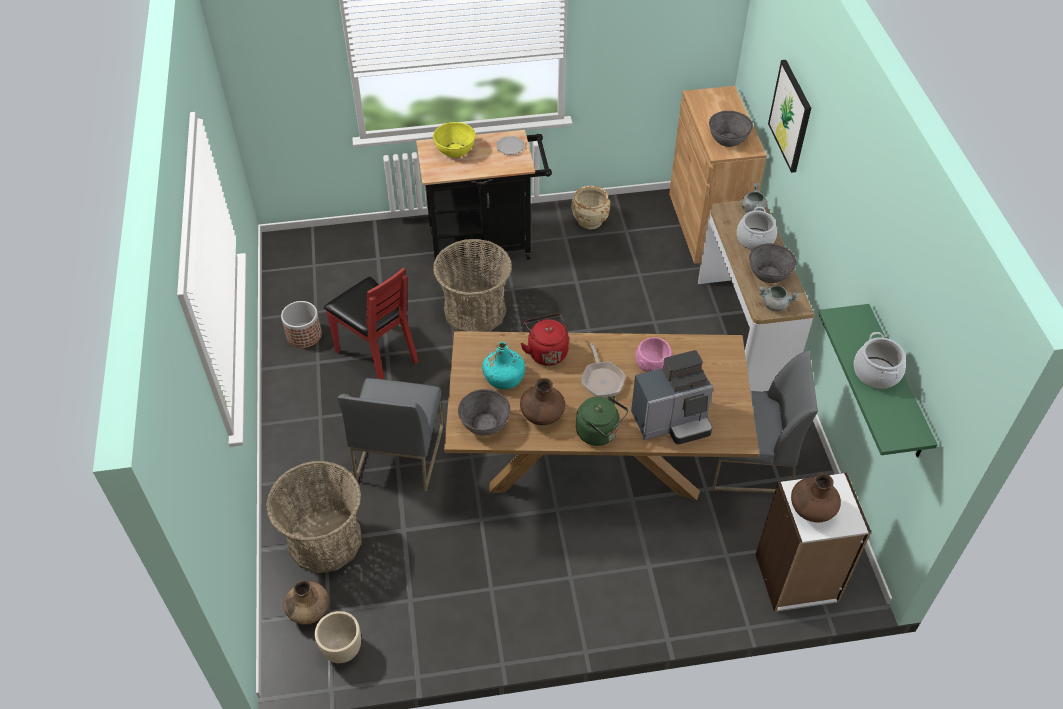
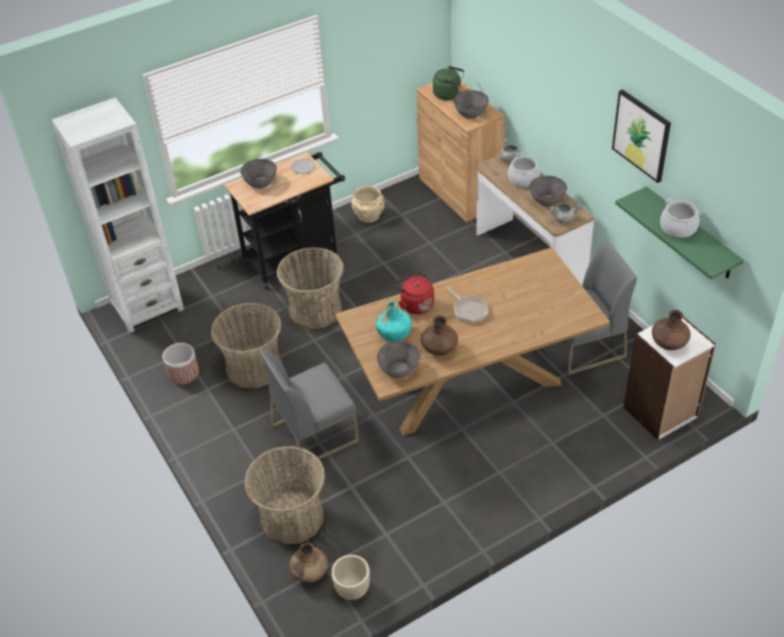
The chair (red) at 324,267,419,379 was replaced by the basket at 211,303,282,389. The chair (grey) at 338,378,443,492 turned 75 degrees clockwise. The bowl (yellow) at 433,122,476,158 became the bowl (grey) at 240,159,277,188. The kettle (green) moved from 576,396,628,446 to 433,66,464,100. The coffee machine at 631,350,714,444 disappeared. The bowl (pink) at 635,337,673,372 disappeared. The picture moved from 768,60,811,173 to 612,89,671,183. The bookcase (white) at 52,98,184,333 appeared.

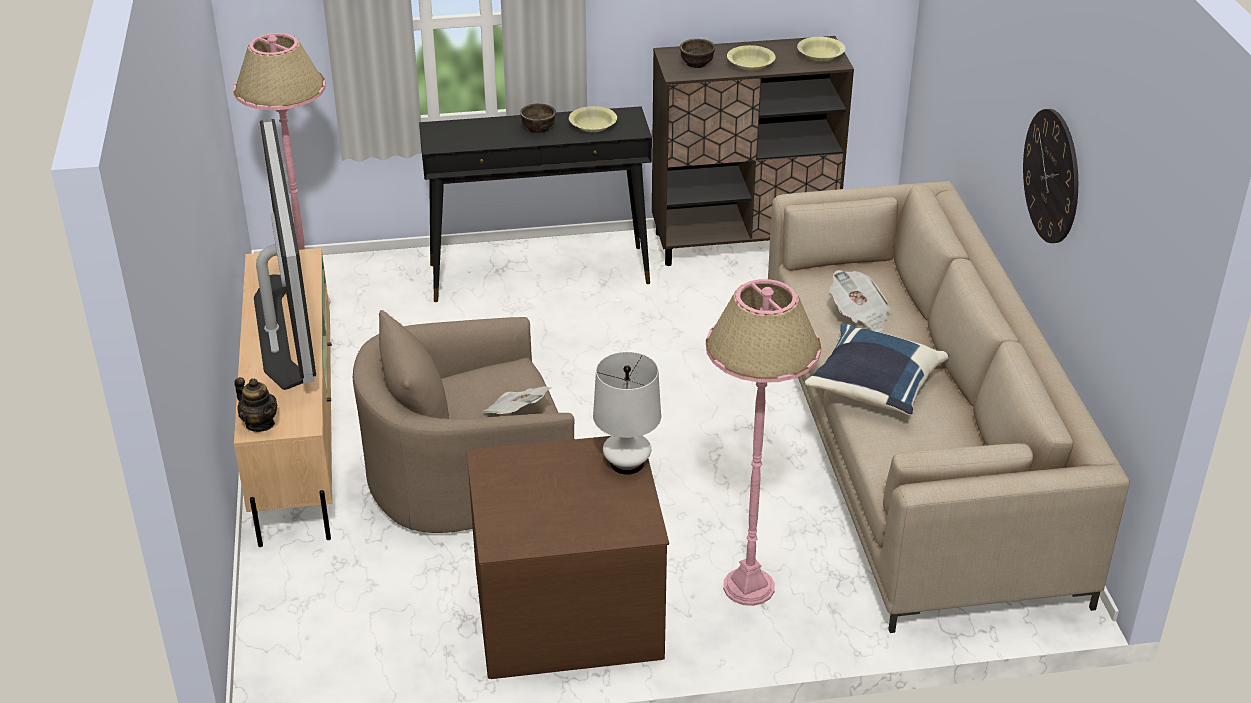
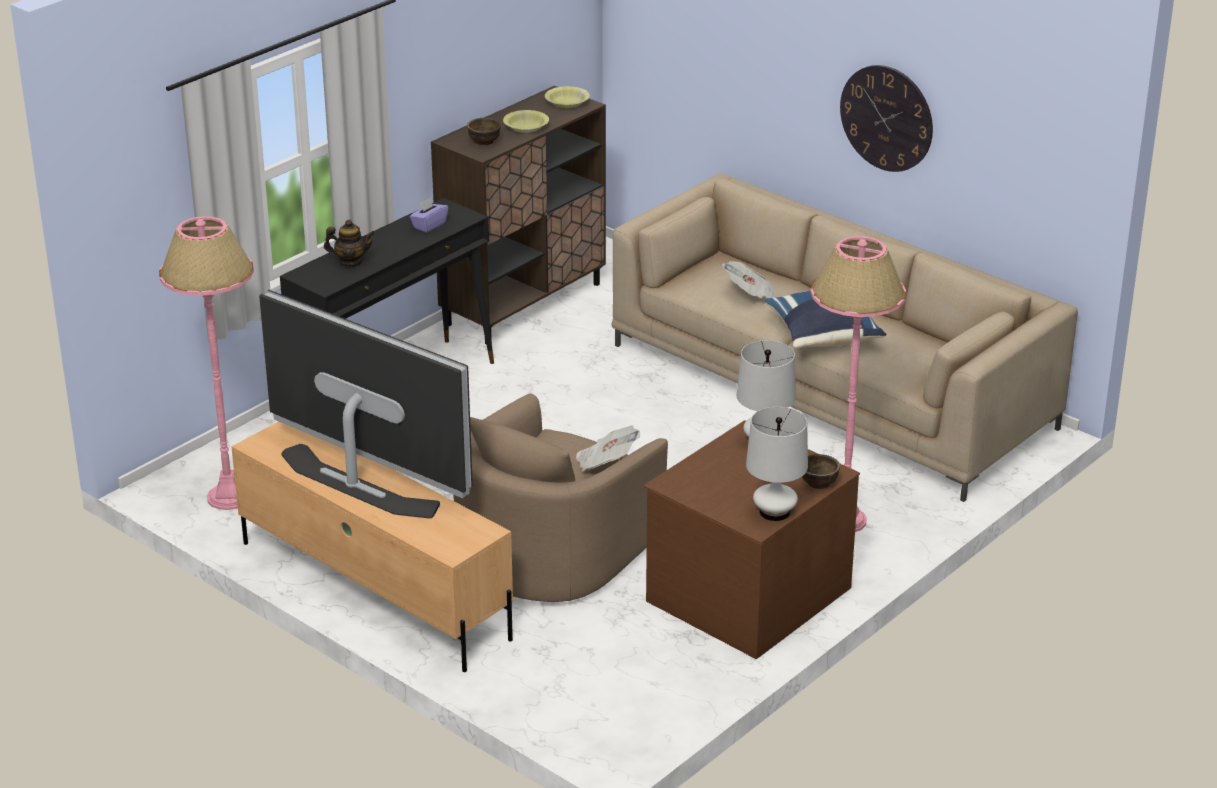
The teapot moved from 234,377,277,432 to 324,219,375,267. The bowl (brown) moved from 520,104,556,133 to 802,454,840,489. The bowl (yellow) at 569,106,617,132 was replaced by the tissue box (purple) at 410,198,448,233. The table lamp (white) at 746,407,808,521 appeared.

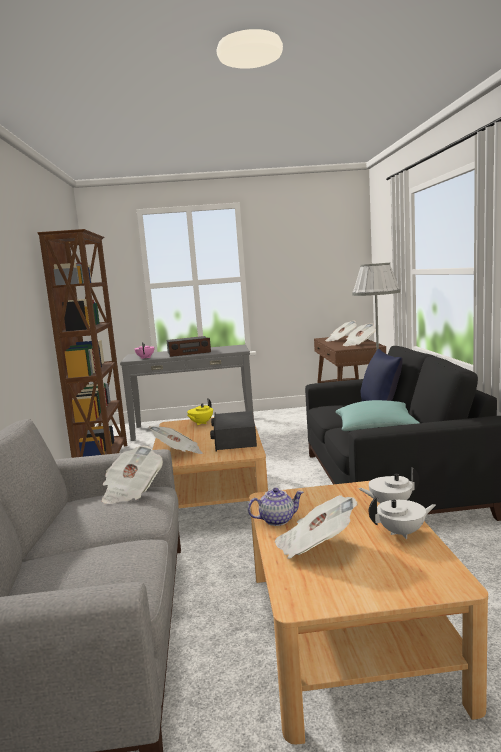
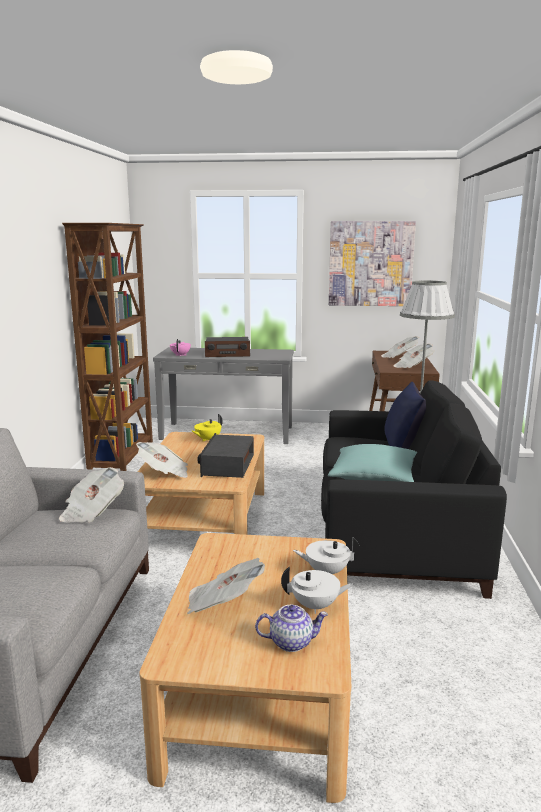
The teapot moved from 248,488,304,526 to 255,604,328,652. The picture at 329,221,416,306 appeared.

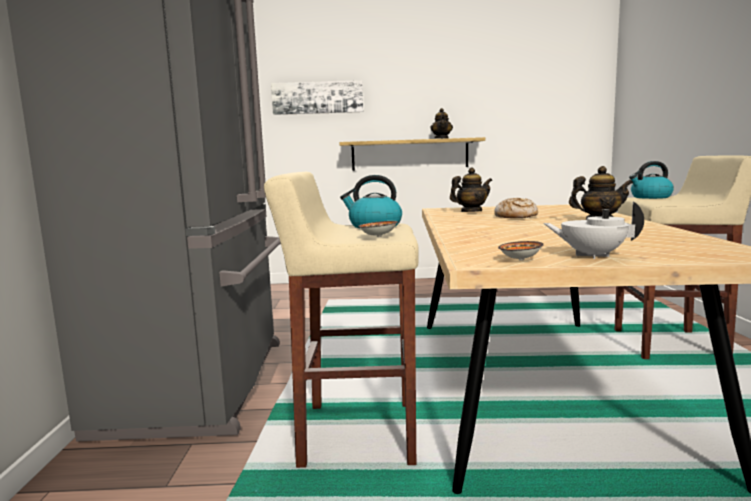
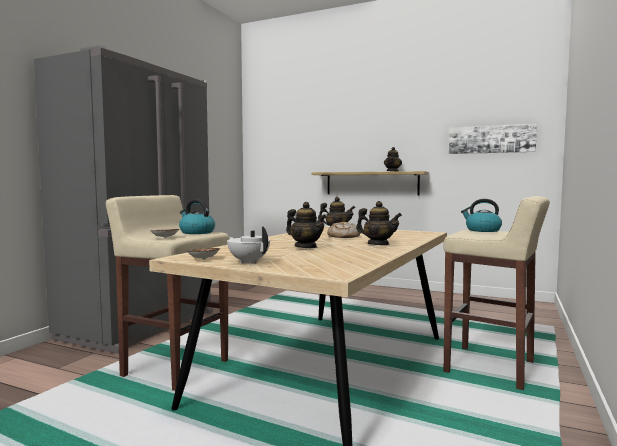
The picture moved from 271,80,363,115 to 449,123,537,154. The teapot at 286,202,326,248 appeared.

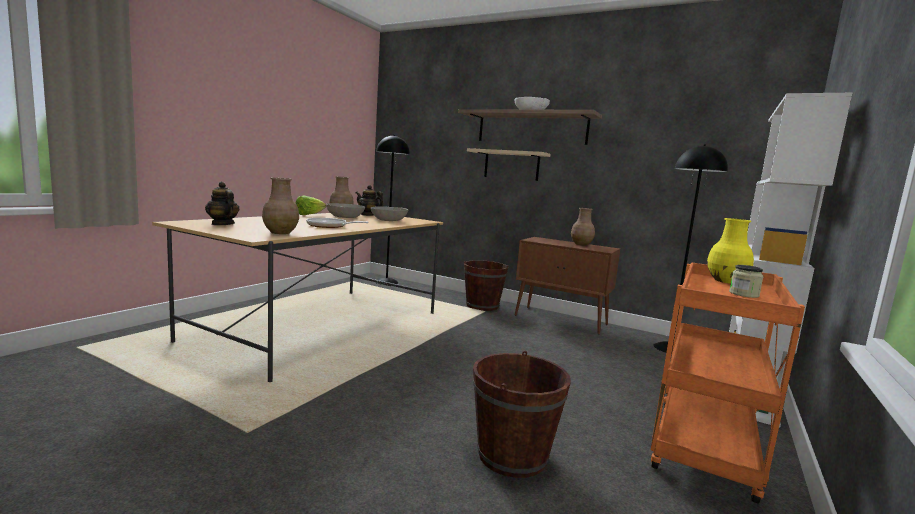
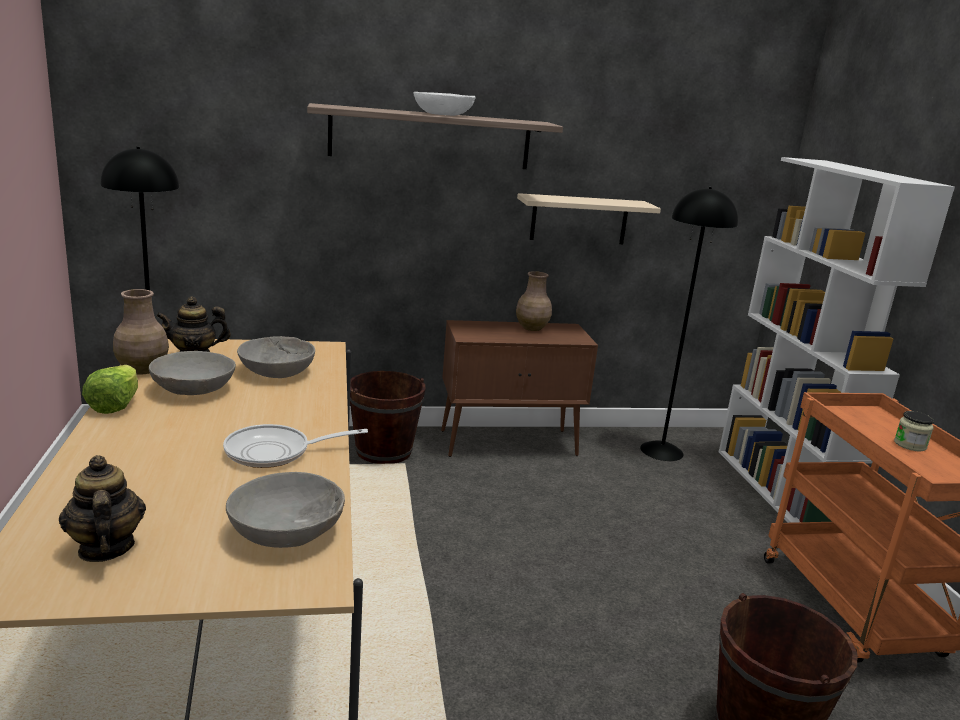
The teapot at 205,182,239,225 turned 60 degrees clockwise. The vase (brown) at 262,178,299,234 was replaced by the bowl (grey) at 226,472,345,548. The shelf (beige) moved from 467,148,551,181 to 517,193,661,244. The vase (yellow) at 707,218,754,284 disappeared.

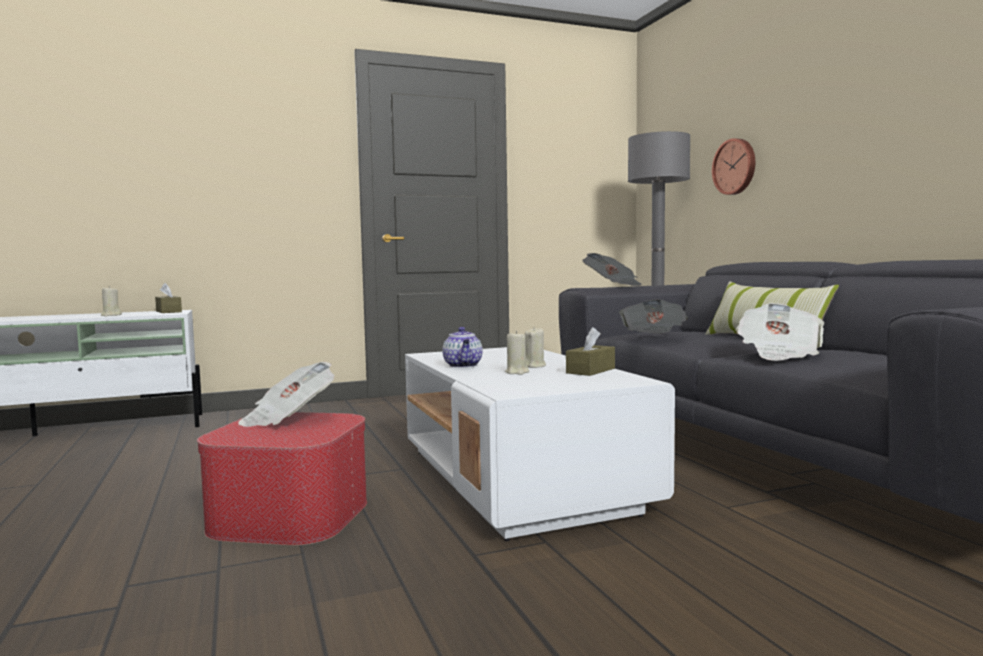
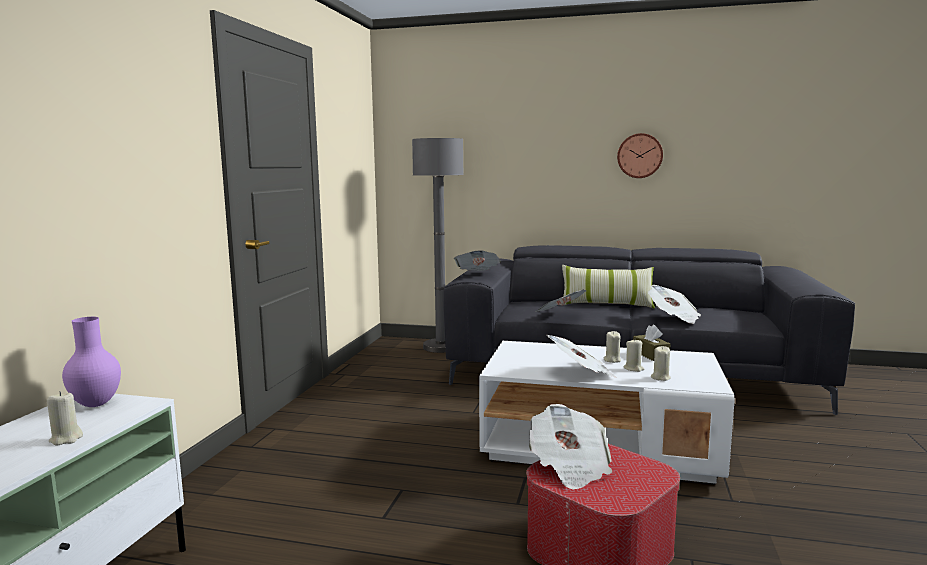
The tissue box (brown) at 155,283,182,313 was replaced by the vase (purple) at 62,317,121,407. The teapot at 442,327,483,368 was replaced by the newspaper at 547,335,617,378. The wall clock moved from 712,138,755,195 to 617,133,663,178. The candle (beige) at 651,346,671,381 appeared.

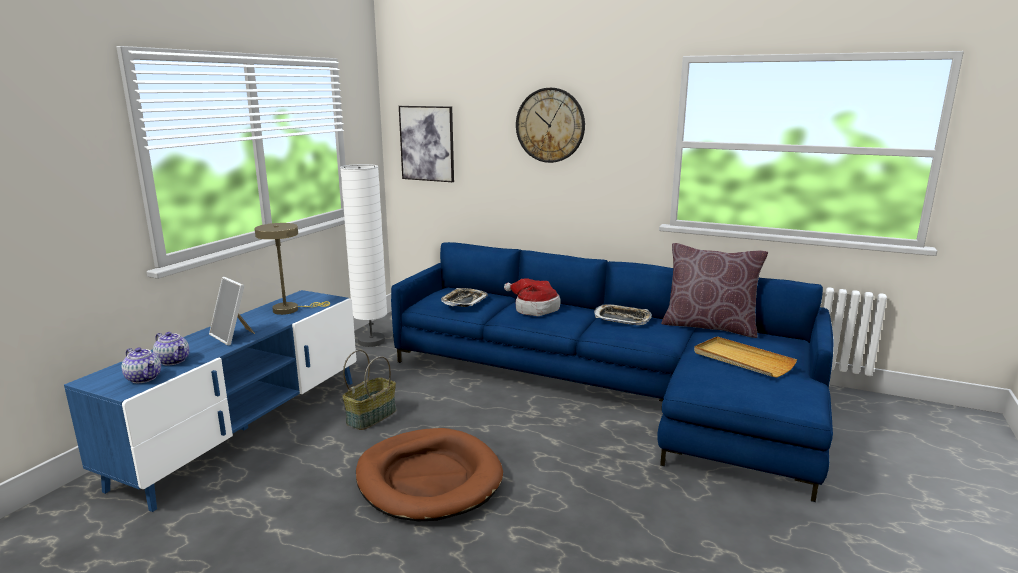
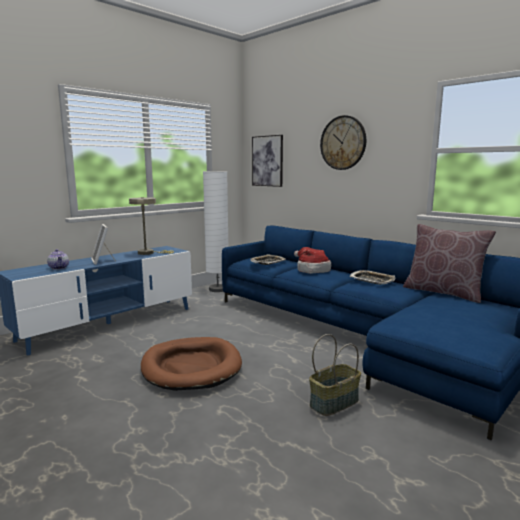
The teapot at 122,347,161,383 disappeared. The basket moved from 342,350,396,430 to 309,334,361,416. The tray (beige) at 694,336,797,378 disappeared.

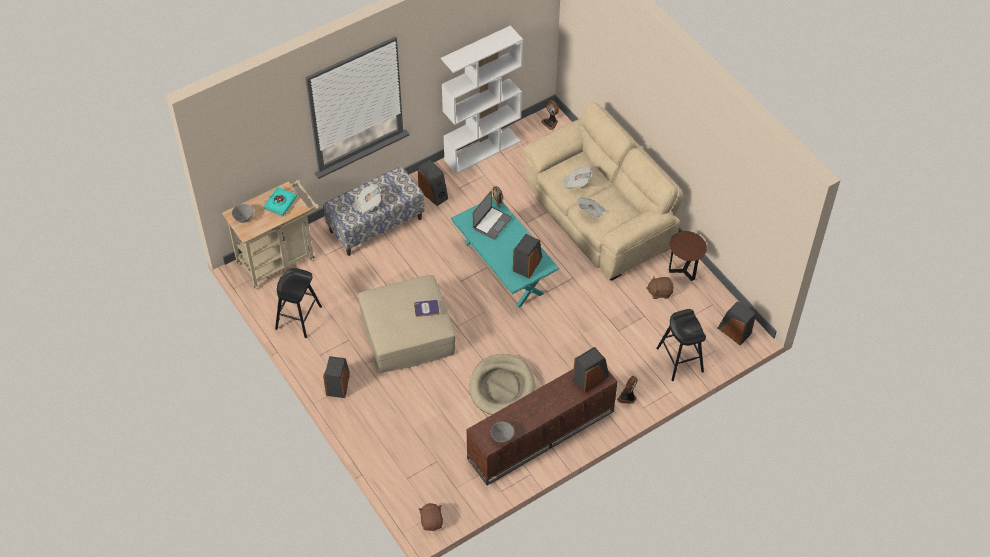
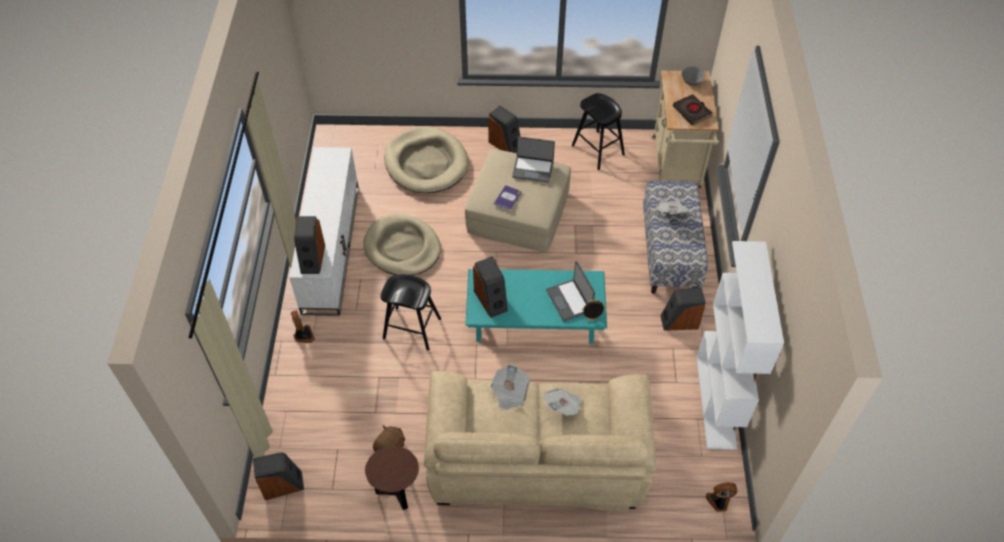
The book (turquoise) at 263,187,297,217 became the book (black) at 673,94,712,125. The plush toy (brown) at 419,503,443,531 disappeared. The tv stand (brown) at 467,369,618,485 became the tv stand (white) at 289,147,359,316. The bowl (grey) at 491,422,514,443 disappeared. The stool (black) moved from 656,309,706,381 to 380,274,441,350. The dog bed (beige) at 384,127,469,193 appeared. The laptop at 512,136,555,183 appeared.

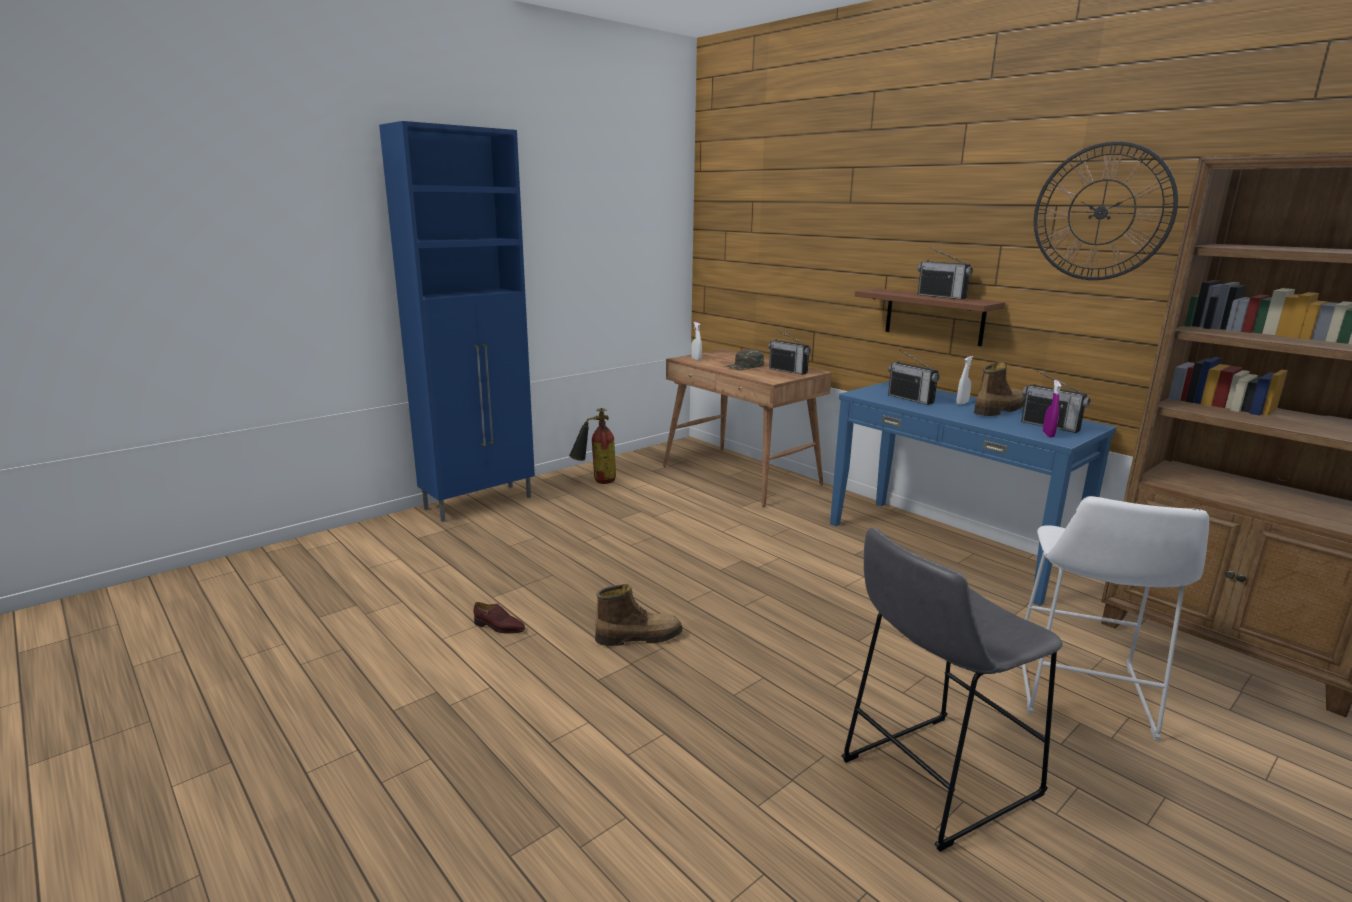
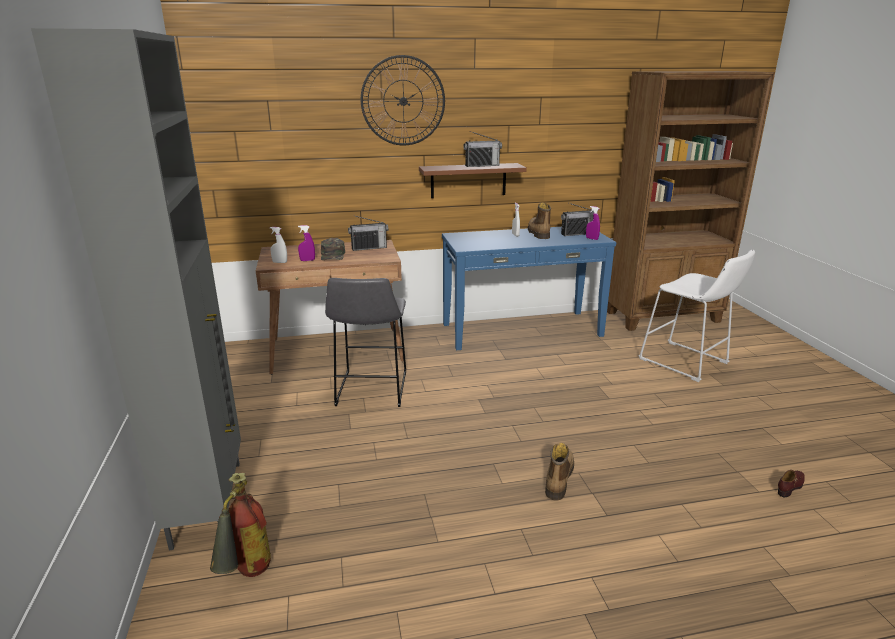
The cabinet (blue) at 379,121,535,522 became the cabinet (grey) at 31,28,241,550. The shoe (brown) moved from 473,602,525,634 to 778,470,805,497. The fire extinguisher moved from 569,408,616,484 to 210,473,271,577. The stool (grey) moved from 841,528,1063,852 to 325,278,406,407. The radio at 888,350,940,405 disappeared. The wall clock moved from 1034,141,1178,280 to 361,55,445,145. The spray bottle (purple) at 298,225,315,261 appeared.

